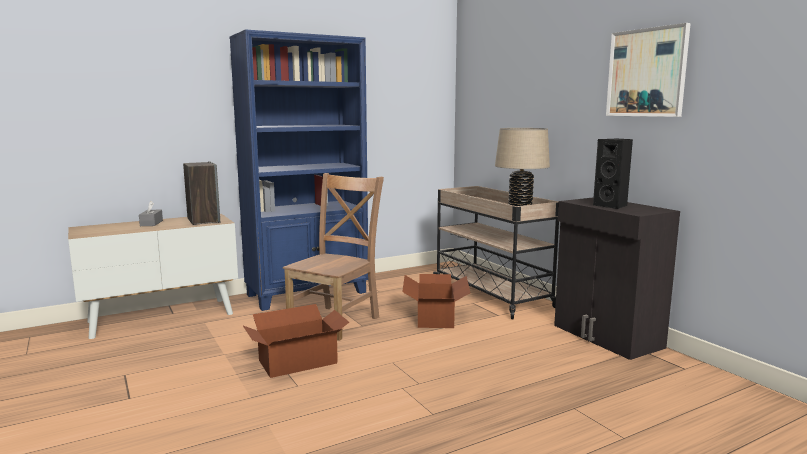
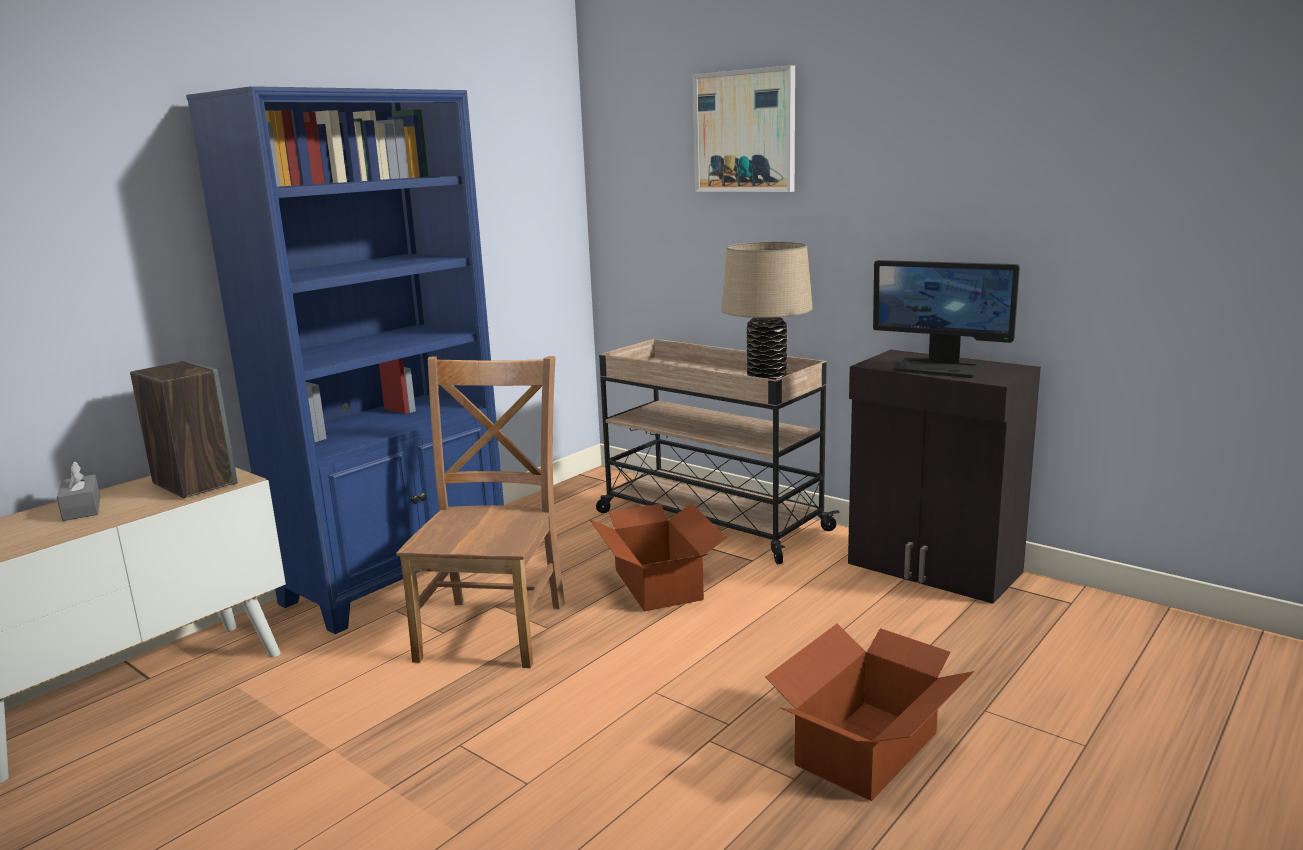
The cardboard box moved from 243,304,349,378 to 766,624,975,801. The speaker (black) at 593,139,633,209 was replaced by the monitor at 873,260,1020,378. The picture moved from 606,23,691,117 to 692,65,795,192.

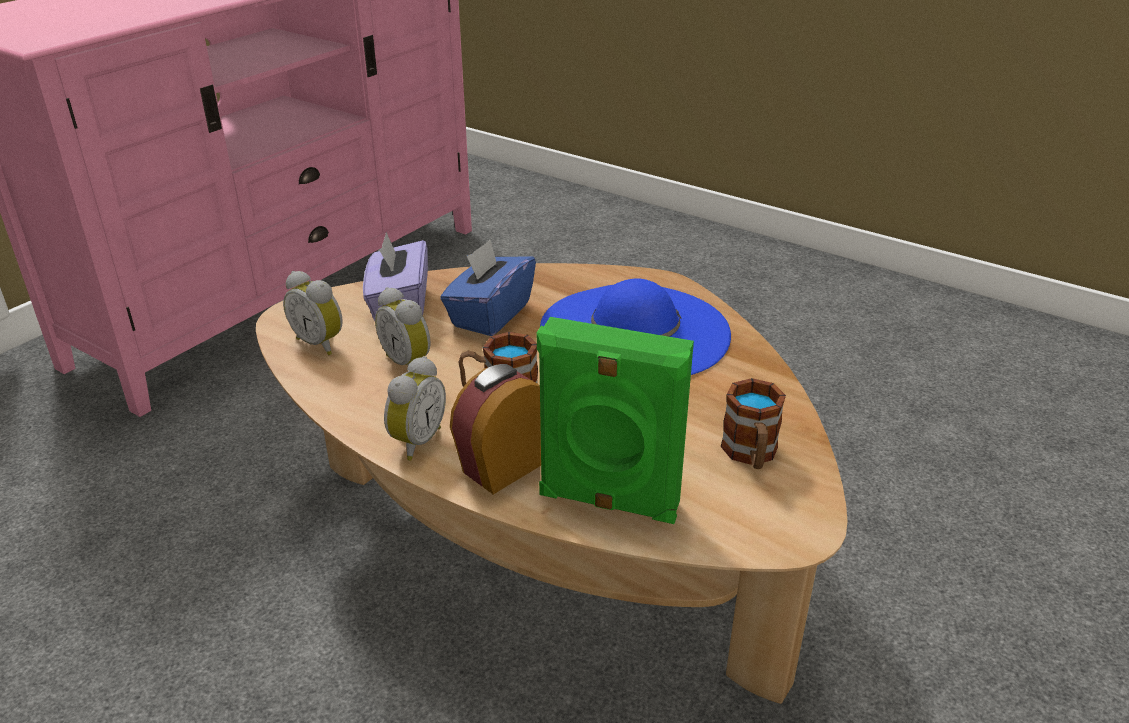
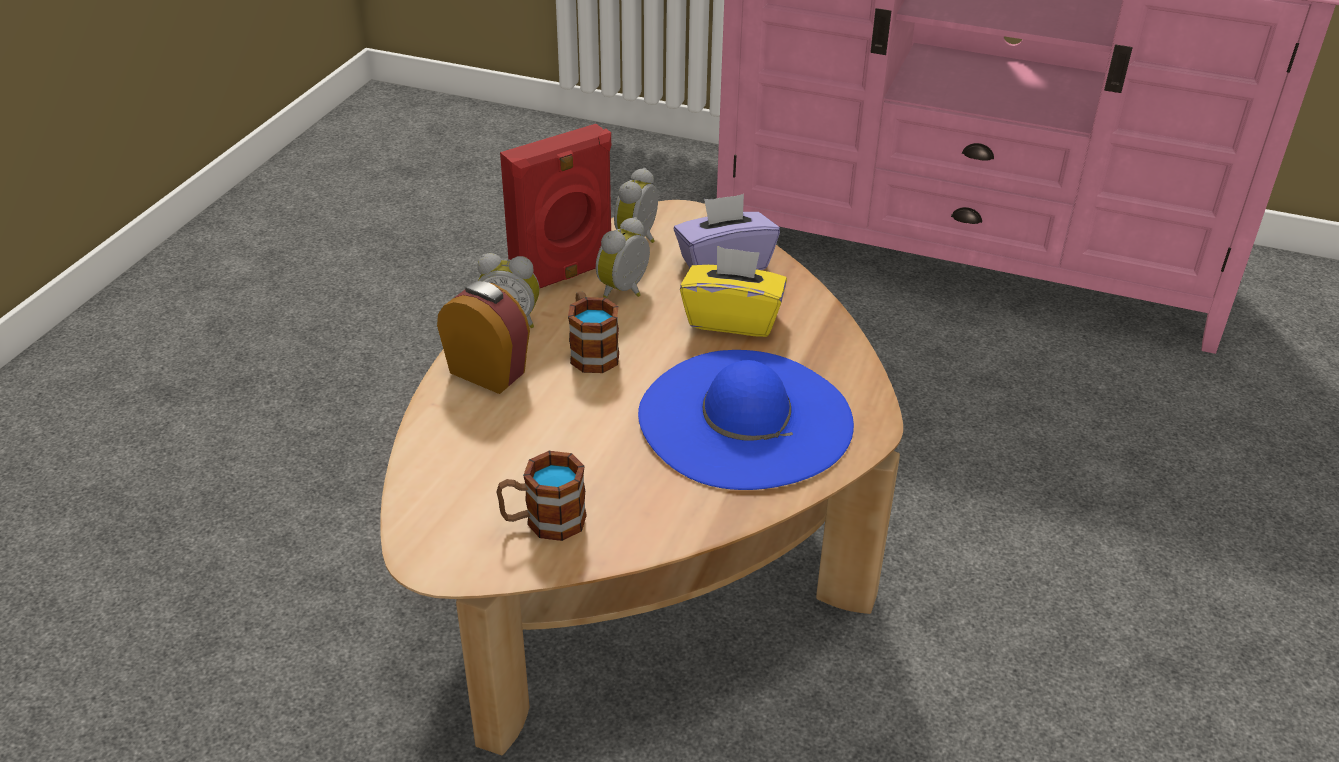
The tissue box (blue) at 440,240,536,336 became the tissue box (yellow) at 680,246,787,337. The speaker (green) at 537,317,694,524 disappeared. The speaker (red) at 500,124,611,289 appeared.

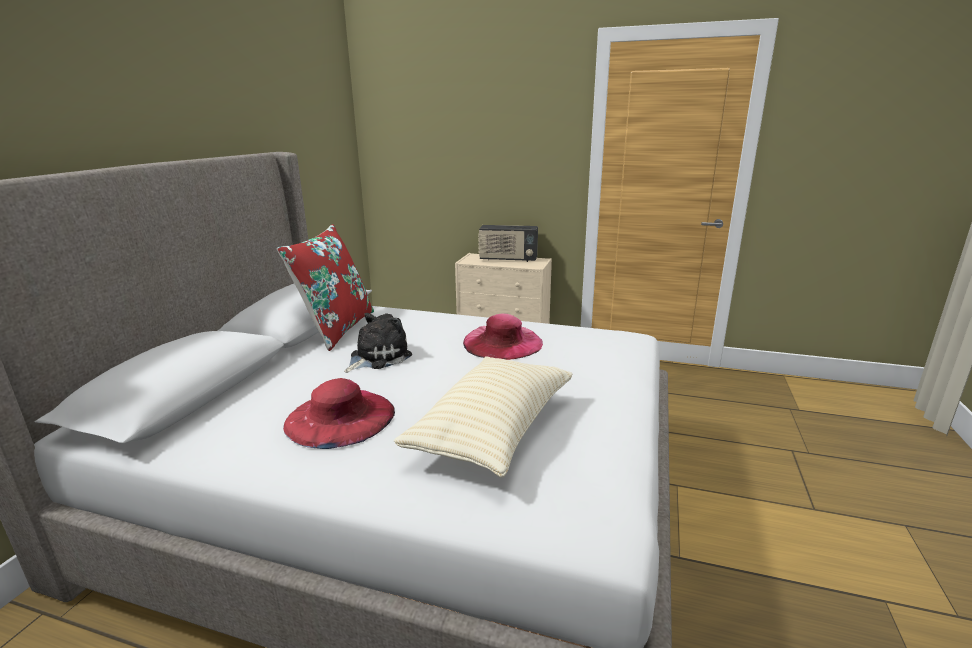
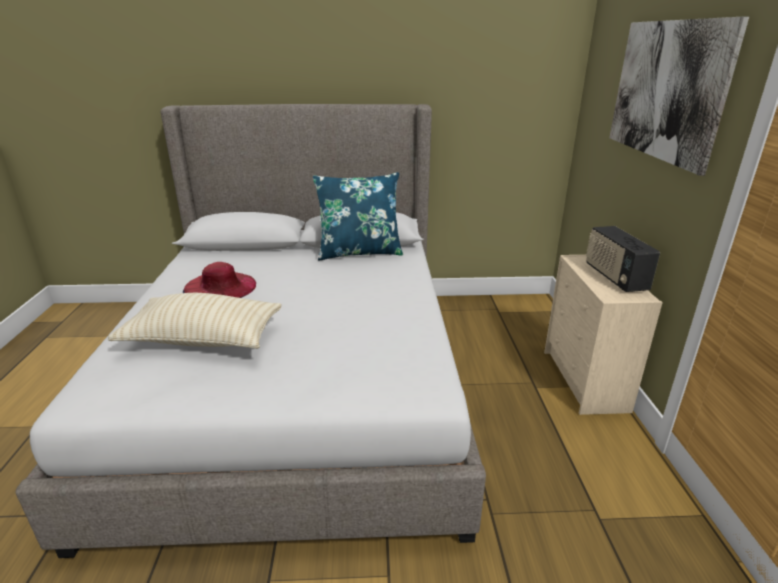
The pillow (red) at 277,224,374,351 became the pillow (blue) at 313,172,403,260. The plush toy at 344,313,412,373 disappeared. The hat (pink) at 463,313,543,360 disappeared. The picture at 609,16,749,176 appeared.

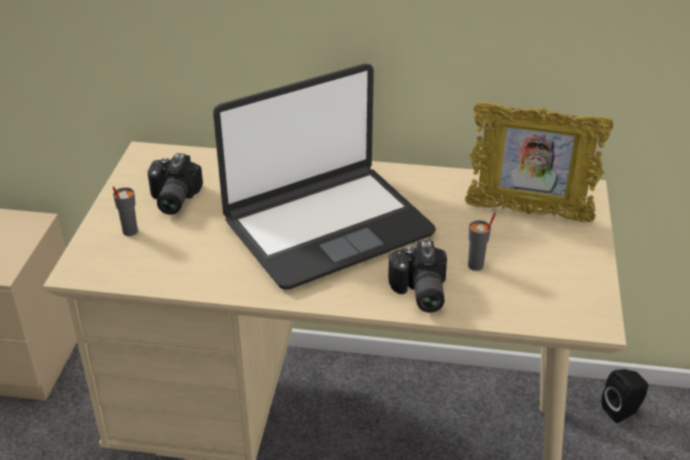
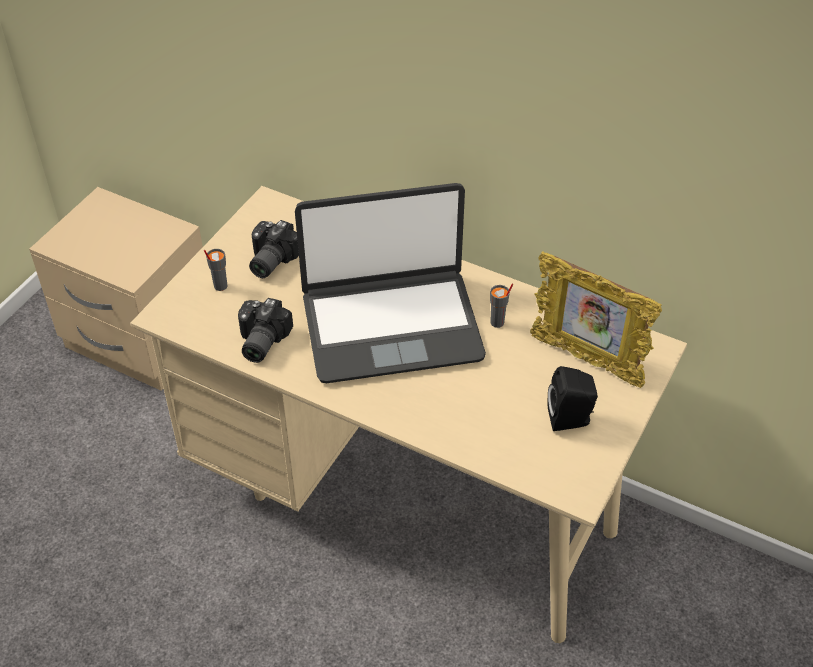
The photo camera moved from 388,240,447,313 to 238,298,293,363. The cup (grey) moved from 468,213,496,271 to 490,283,513,328. The speaker (black) moved from 601,369,648,423 to 547,366,598,431.

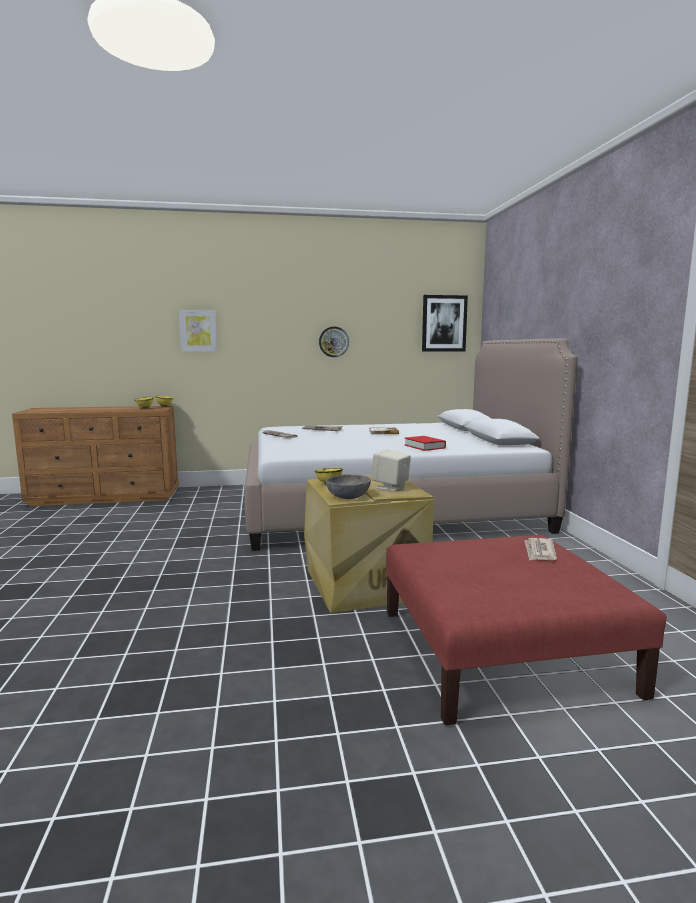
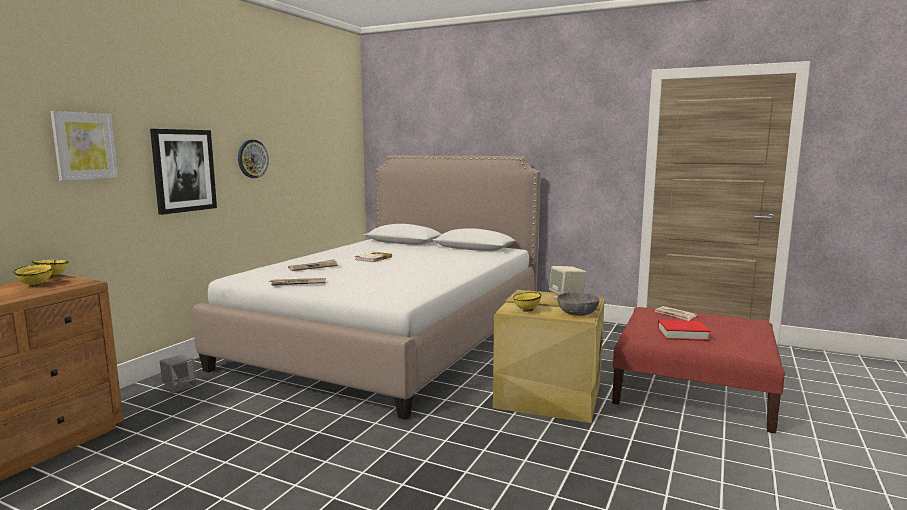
The book (red) moved from 405,436,446,451 to 658,320,711,341. The picture moved from 422,295,468,352 to 150,129,217,215. The speaker (grey) at 160,355,196,393 appeared.

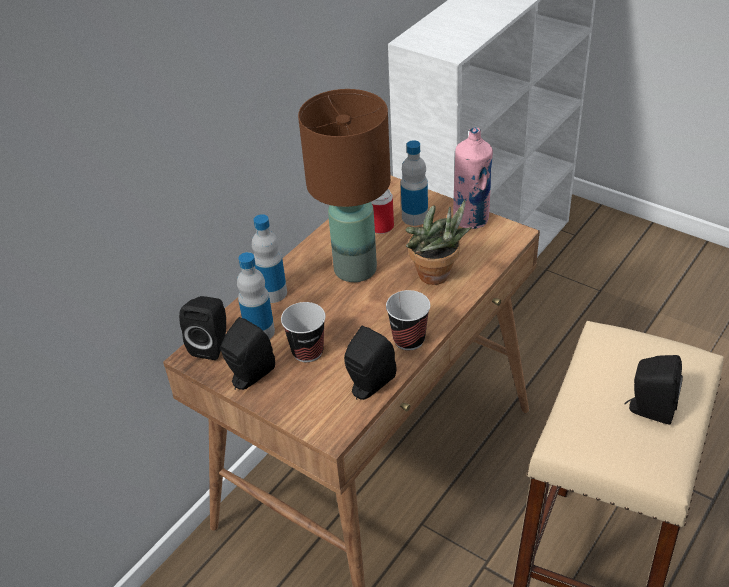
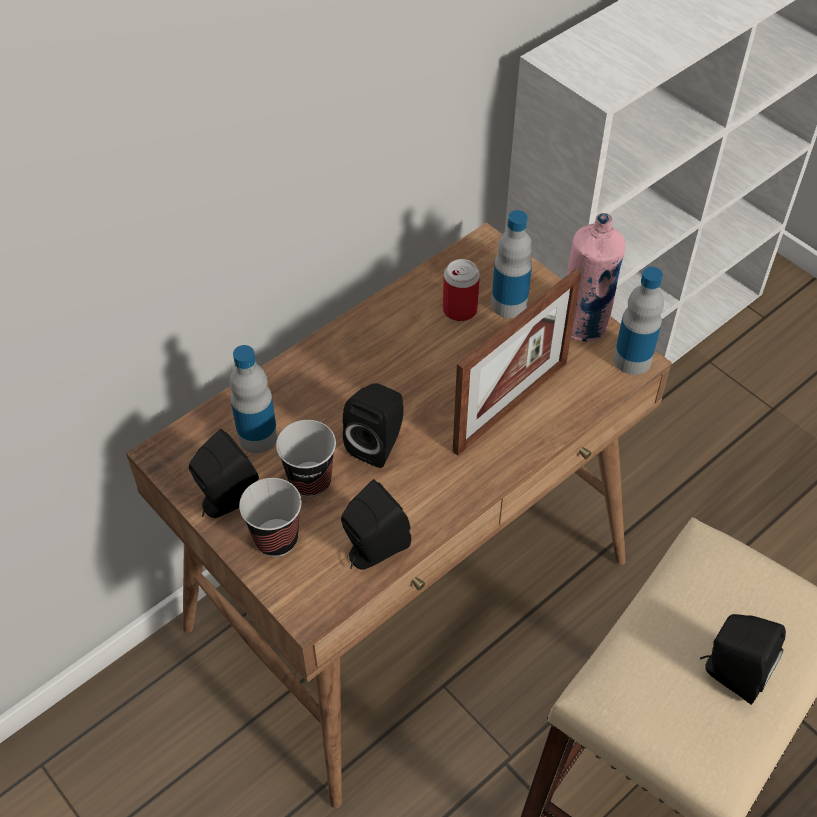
The speaker (black) moved from 179,296,226,360 to 343,383,404,468. The bottle moved from 252,214,287,303 to 614,267,664,375. The table lamp (brown) at 298,89,391,282 disappeared. The cup moved from 386,290,430,350 to 239,478,301,557. The potted plant at 405,200,472,285 was replaced by the picture frame at 453,269,581,456.

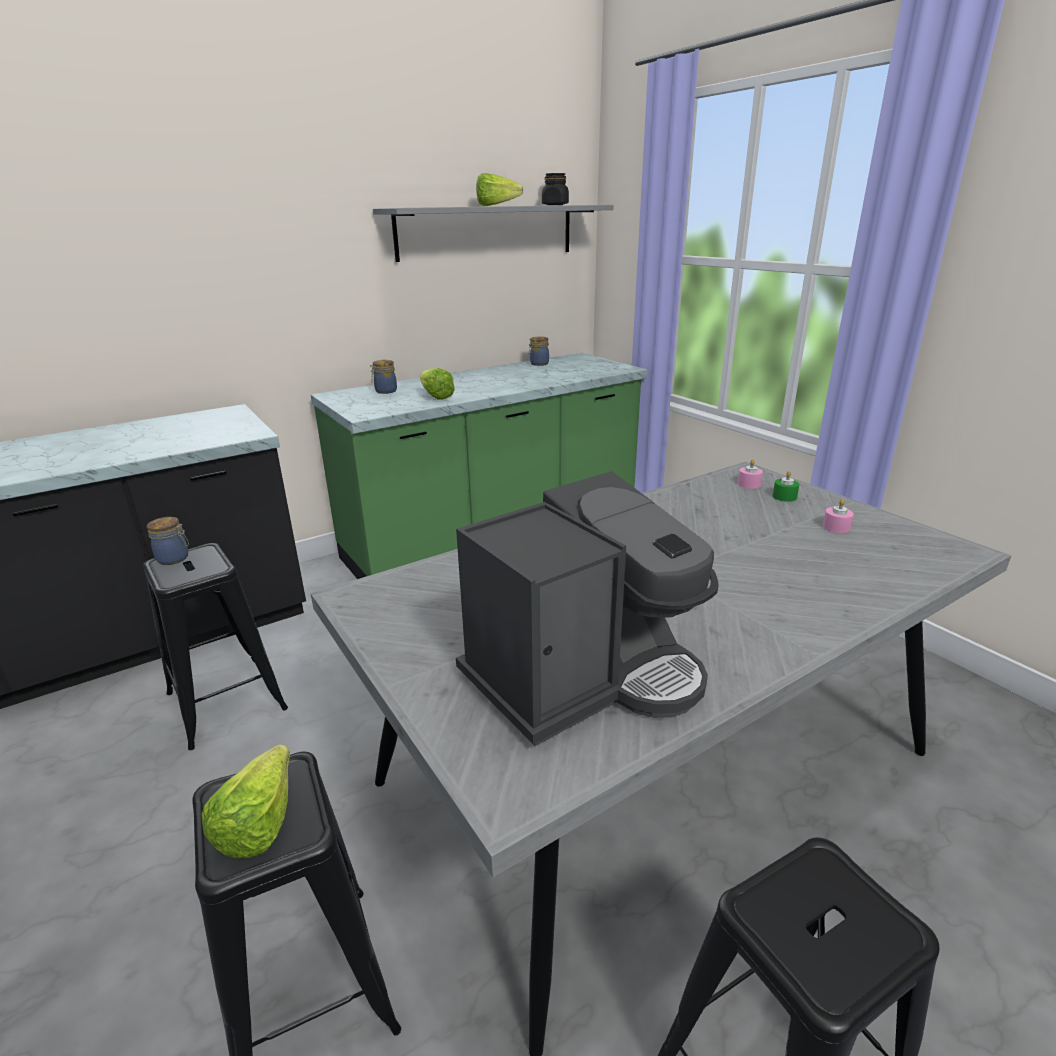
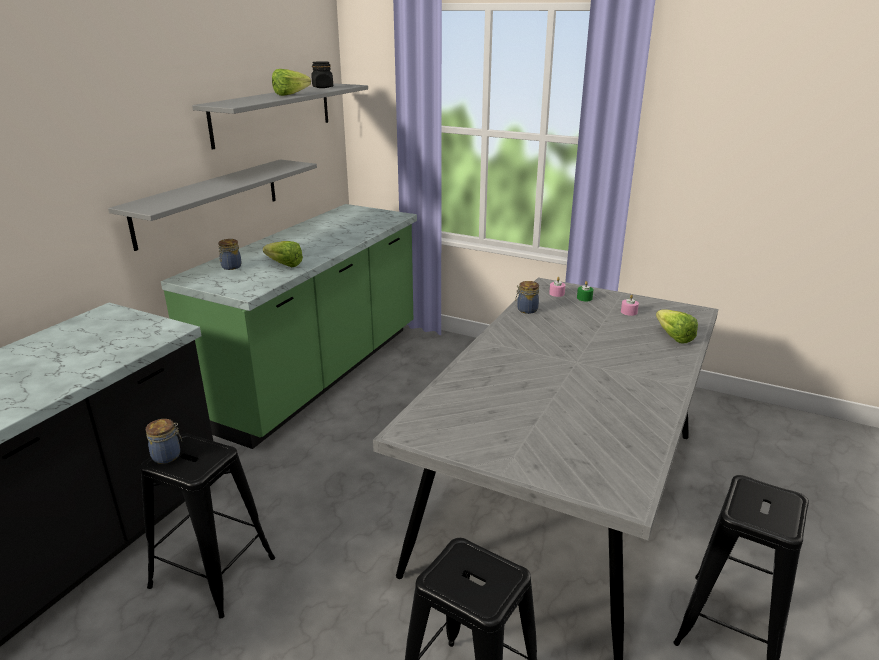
The lettuce moved from 201,744,290,859 to 656,310,698,343. The coffee machine at 456,471,719,746 disappeared. The jar moved from 529,336,549,366 to 515,281,539,314. The shelf (grey) at 108,159,317,251 appeared.

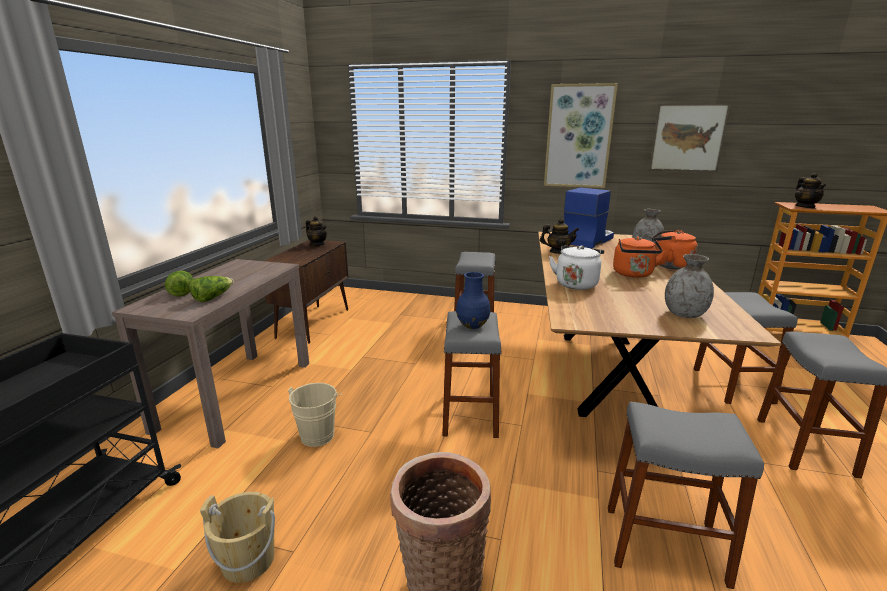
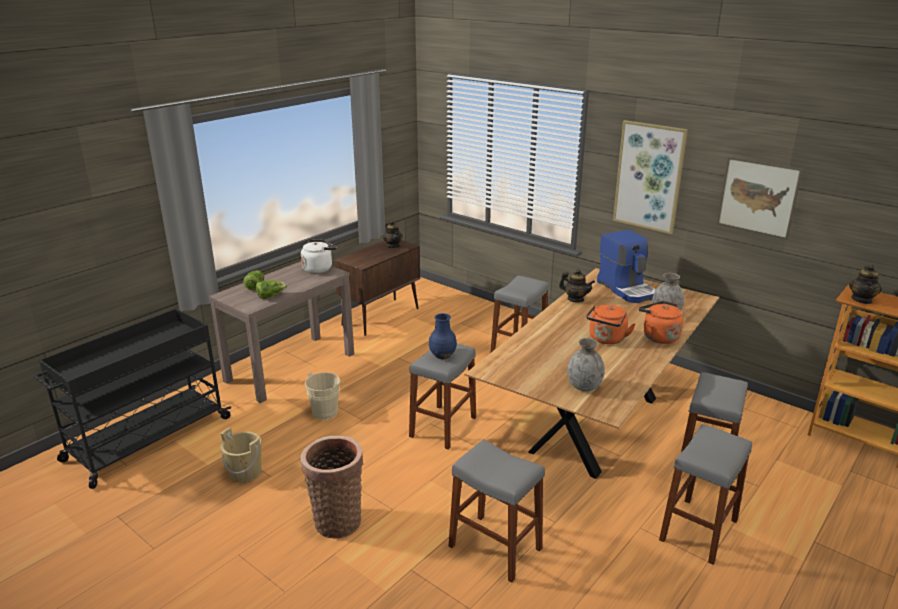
The kettle (white) moved from 549,245,604,290 to 301,240,337,273. The coffee machine at 563,188,614,249 turned 90 degrees clockwise.

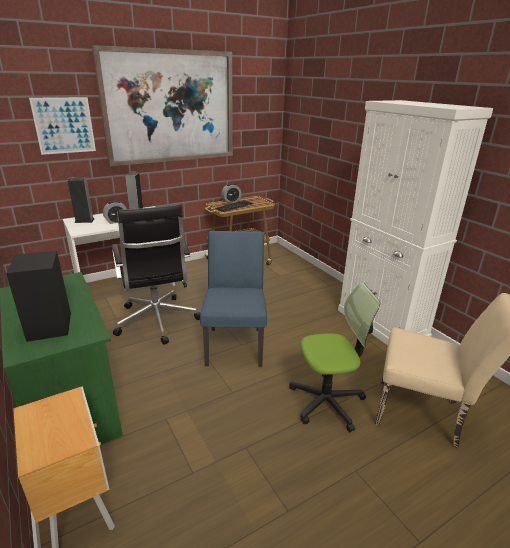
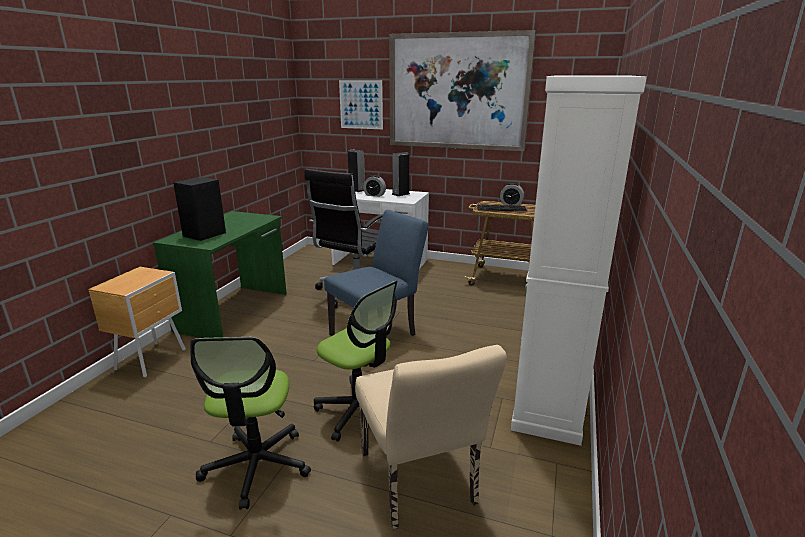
The office chair at 190,337,311,510 appeared.

